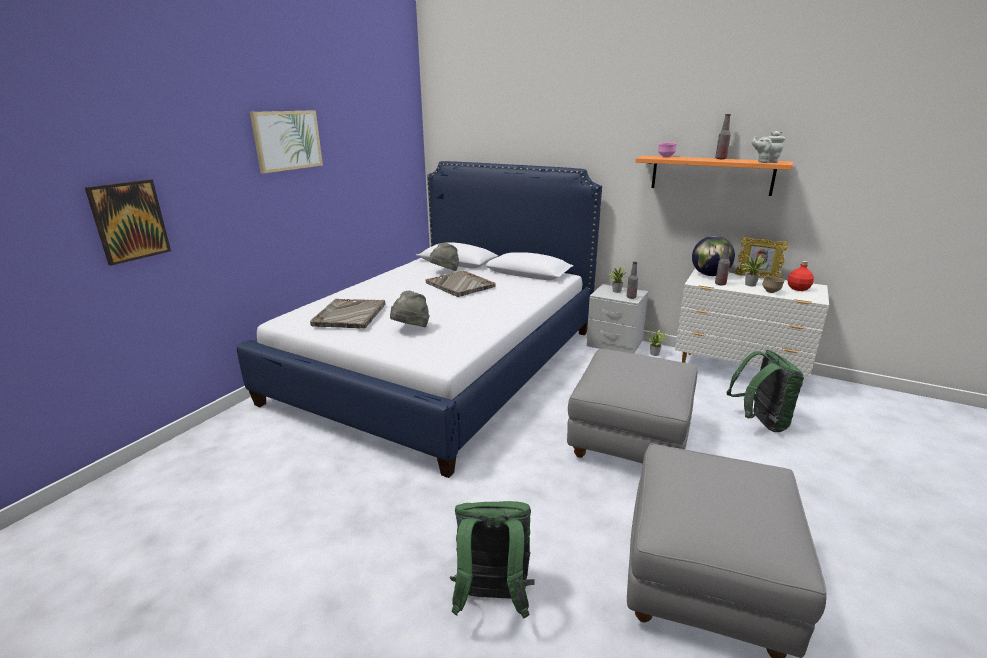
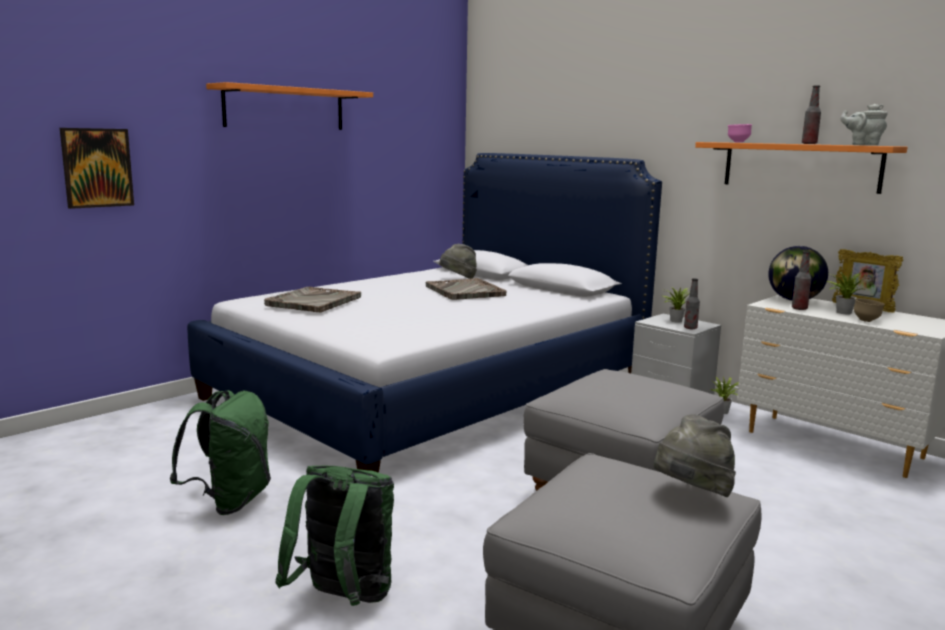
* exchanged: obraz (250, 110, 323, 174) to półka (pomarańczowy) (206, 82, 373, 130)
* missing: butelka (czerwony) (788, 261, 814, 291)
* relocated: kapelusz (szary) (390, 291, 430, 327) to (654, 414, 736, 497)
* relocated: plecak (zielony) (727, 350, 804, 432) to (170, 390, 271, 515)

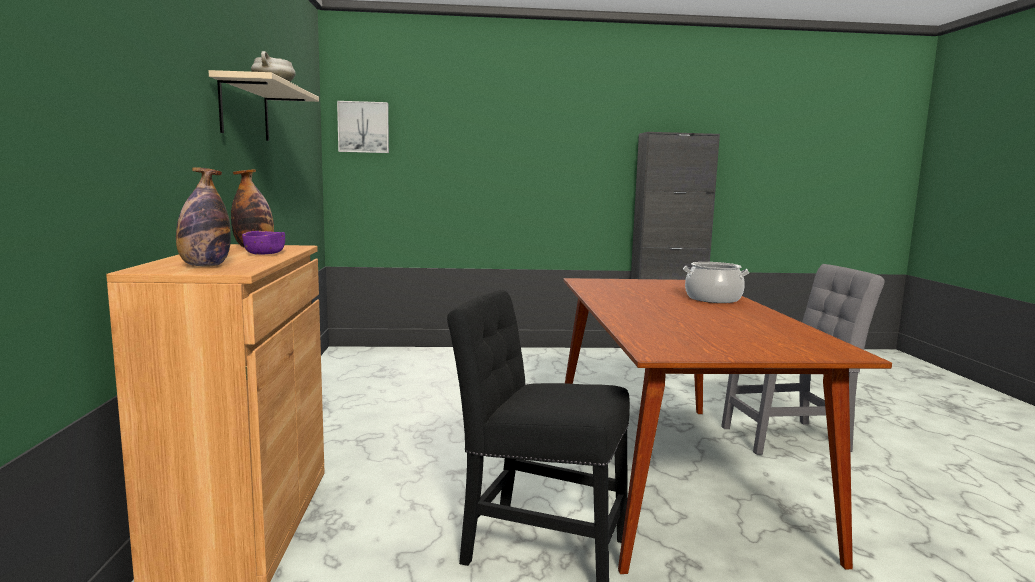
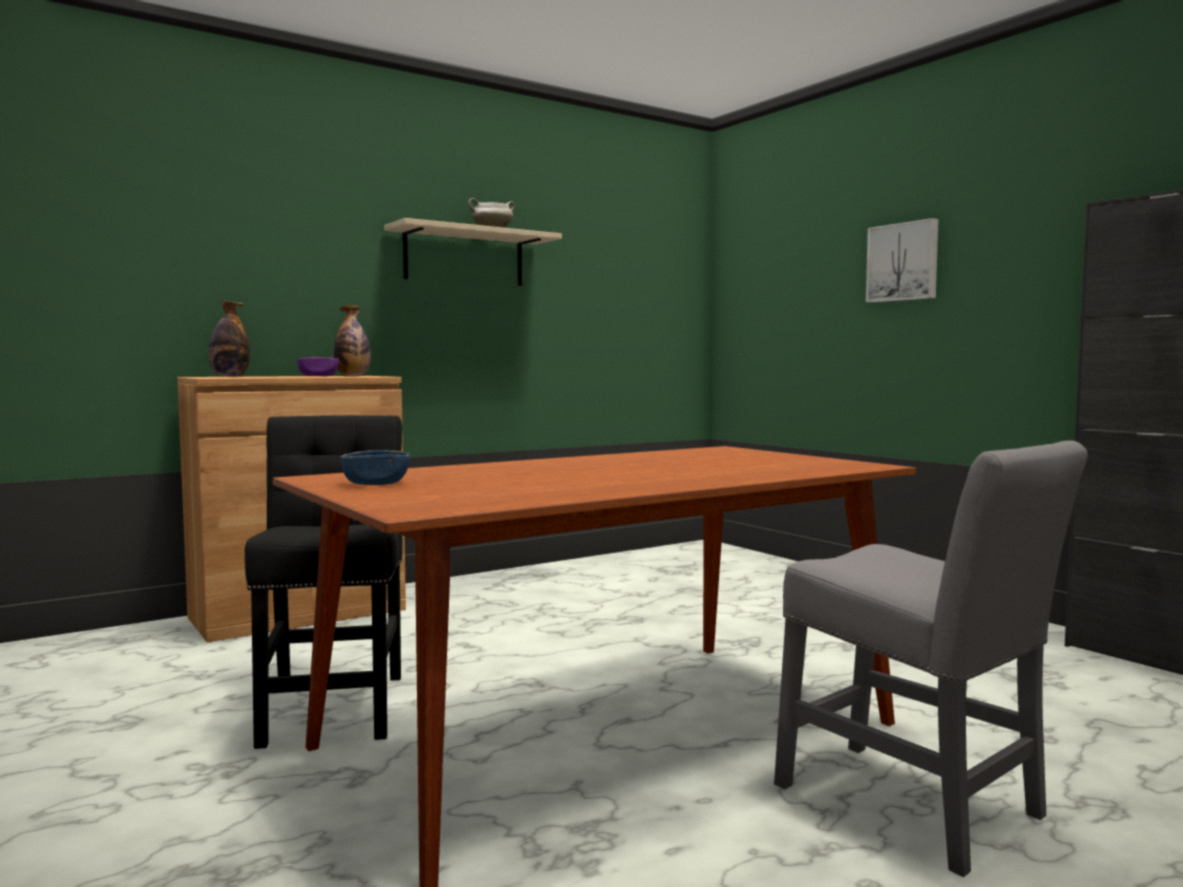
* relocated: obraz (337, 101, 389, 153) to (866, 218, 939, 303)
* missing: garnek (683, 262, 749, 303)
* appeared: miska (niebieski) (341, 450, 410, 485)

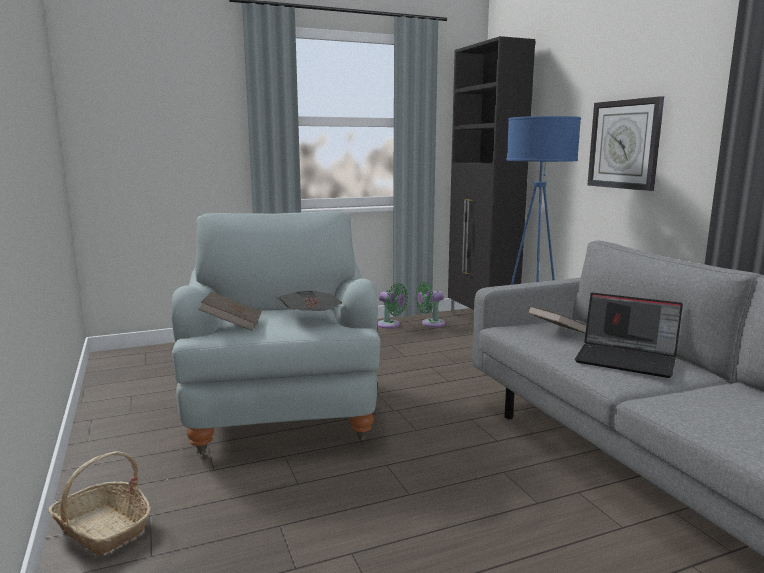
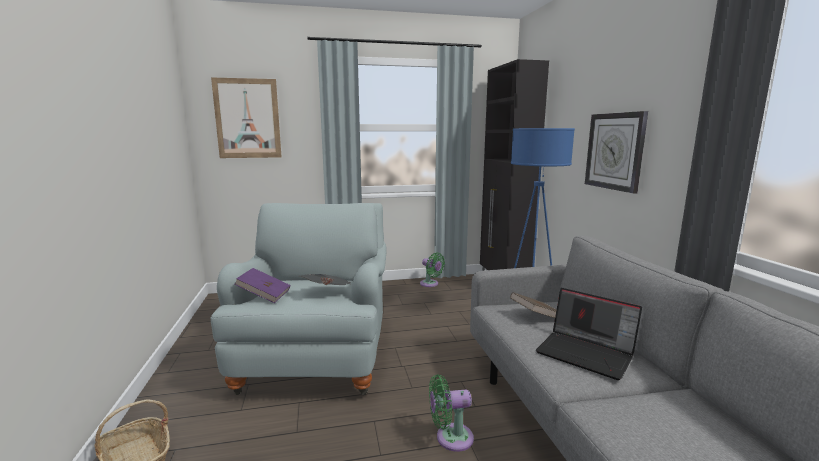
* relocated: wentylator (zielony) (416, 282, 445, 327) to (429, 374, 474, 452)
* colour: książka (brązowy) (198, 291, 262, 331) to książka (fioletowy) (234, 268, 290, 303)
* appeared: obraz (211, 77, 282, 158)

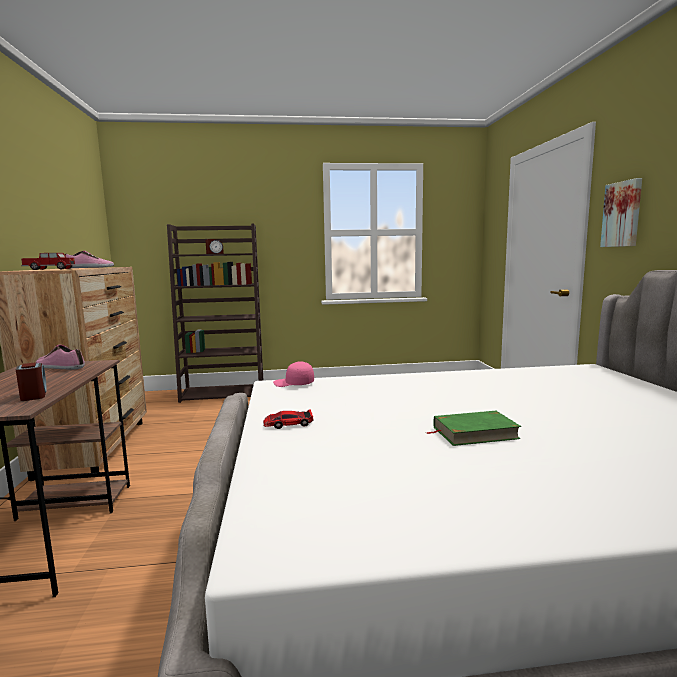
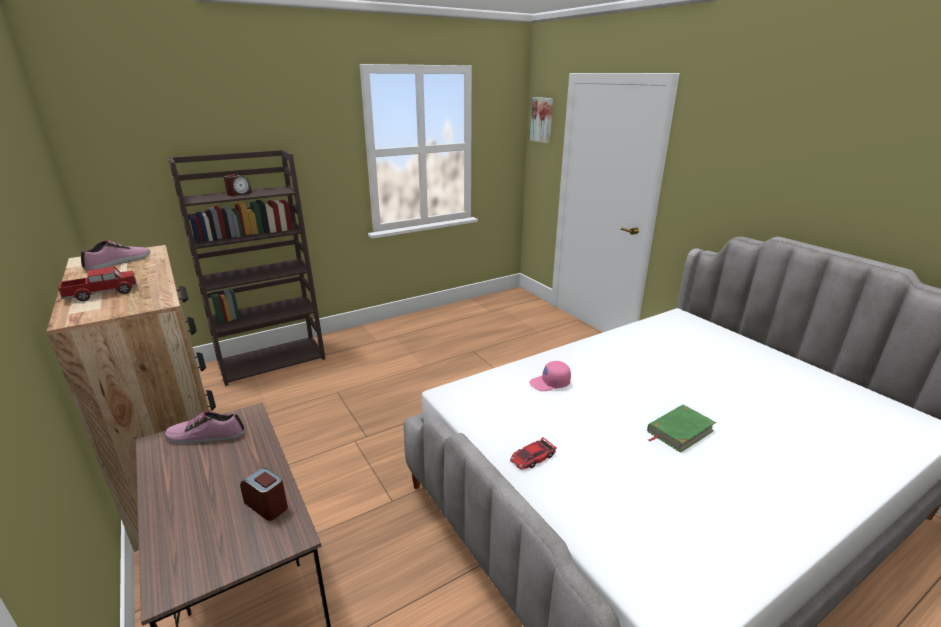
* relocated: obraz (600, 178, 642, 247) to (530, 97, 553, 143)
* relocated: czapka z daszkiem (różowy) (273, 361, 314, 387) to (529, 361, 571, 391)

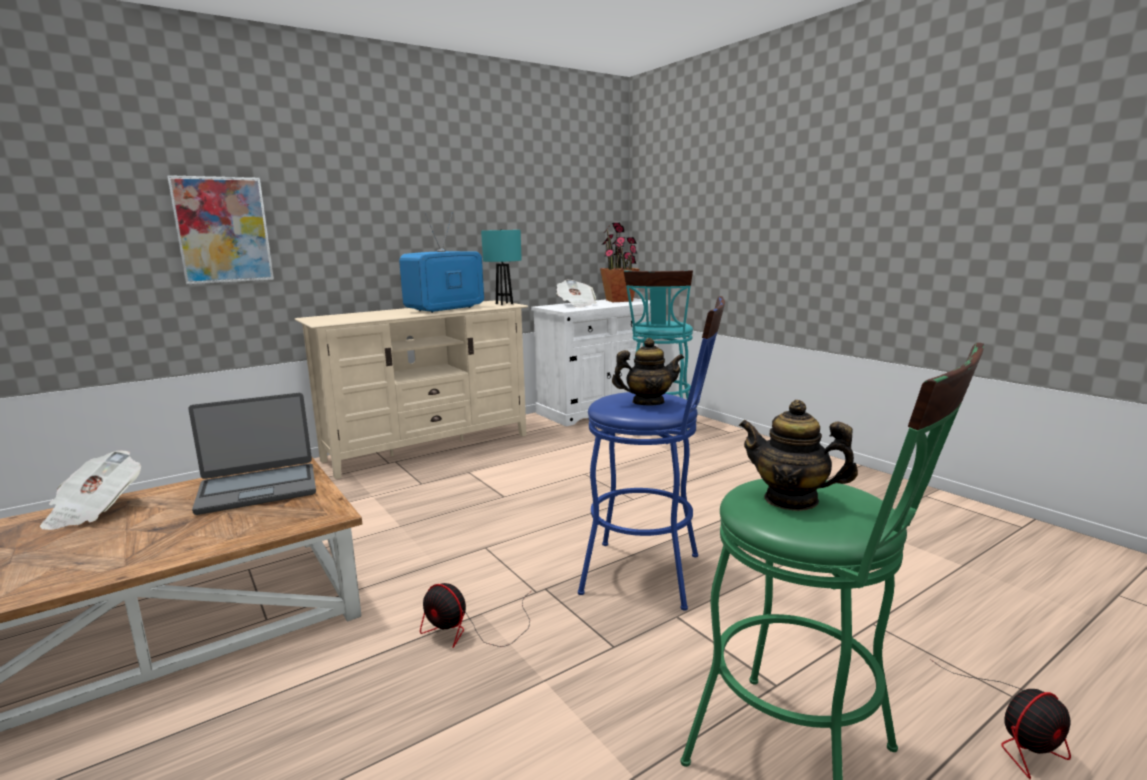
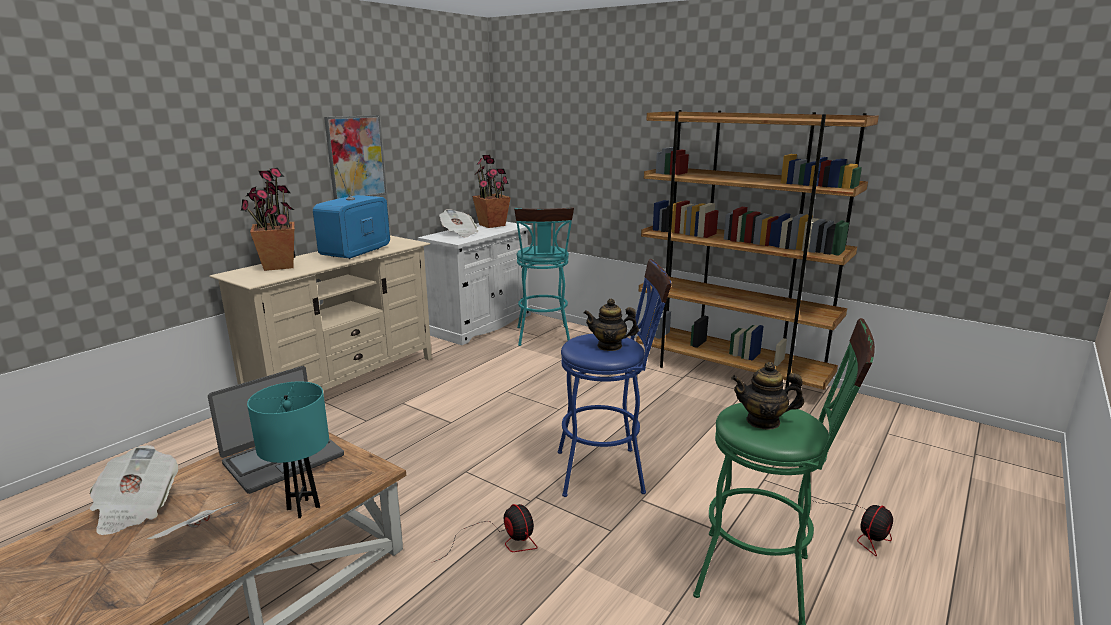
* relocated: obraz (167, 175, 274, 285) to (324, 115, 387, 199)
* relocated: lampa stołowa (turkusowy) (481, 230, 522, 305) to (247, 381, 329, 518)
* spun: imbryk (612, 338, 684, 406) = (584, 299, 639, 351) 150 degrees counterclockwise
* spun: wentylator (420, 583, 531, 648) = (434, 504, 538, 562) 135 degrees counterclockwise
* appeared: regał (brązowy) (636, 110, 879, 396)
* appeared: roślina doniczkowa (241, 168, 296, 271)
* appeared: gazeta (147, 502, 239, 539)

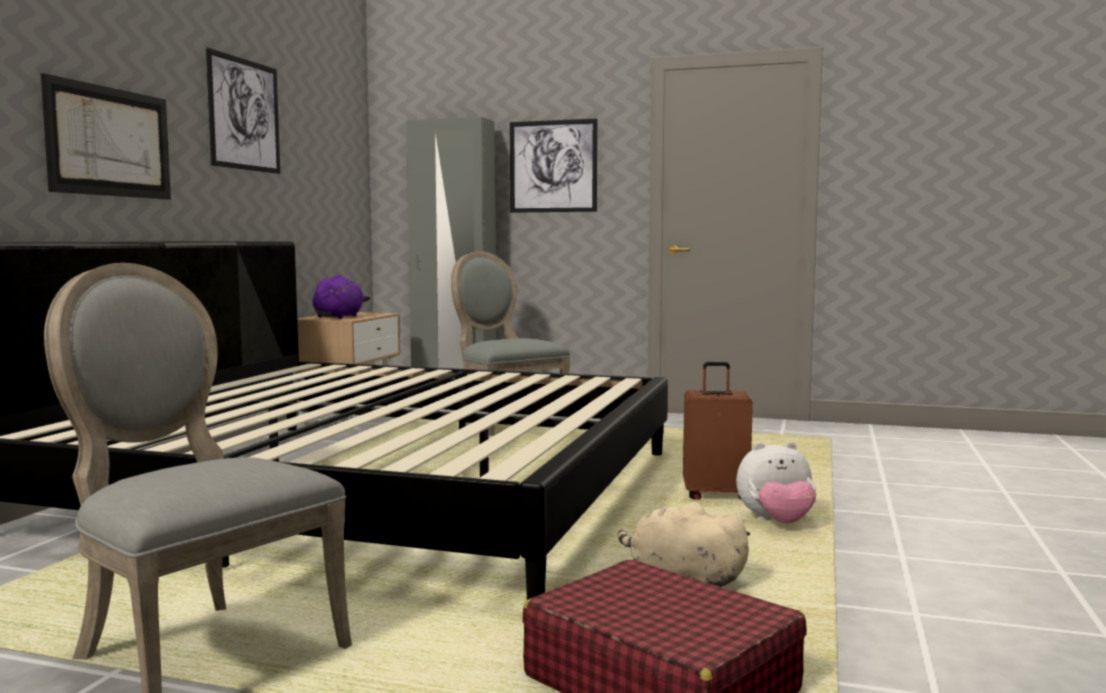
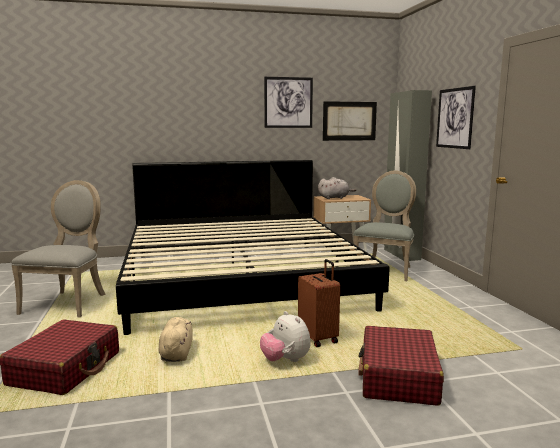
* relocated: obraz (41, 73, 171, 199) to (323, 101, 377, 141)
* colour: pluszak (fioletowy) (313, 274, 370, 319) to pluszak (szary) (318, 177, 356, 199)
* appeared: walizka (czerwony) (358, 326, 444, 406)

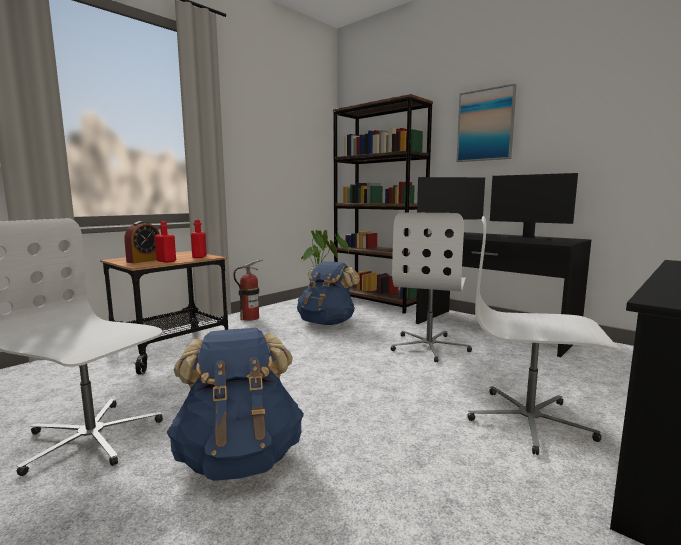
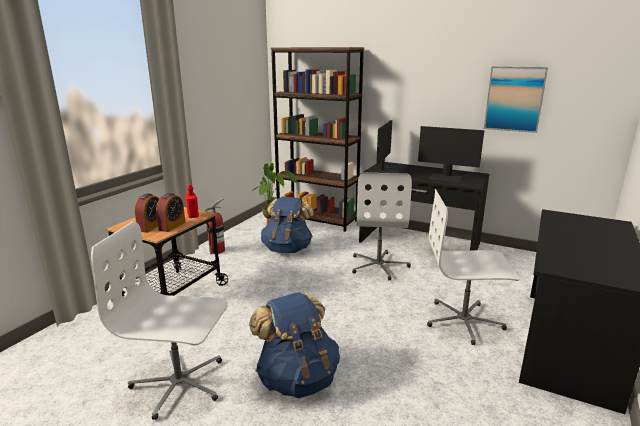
* relocated: obraz (456, 84, 517, 162) to (484, 66, 548, 133)
* spun: monitor (417, 177, 485, 237) = (376, 120, 400, 173) 45 degrees counterclockwise
* exchanged: butelka (czerwony) (154, 221, 176, 263) to budzik (156, 193, 185, 232)

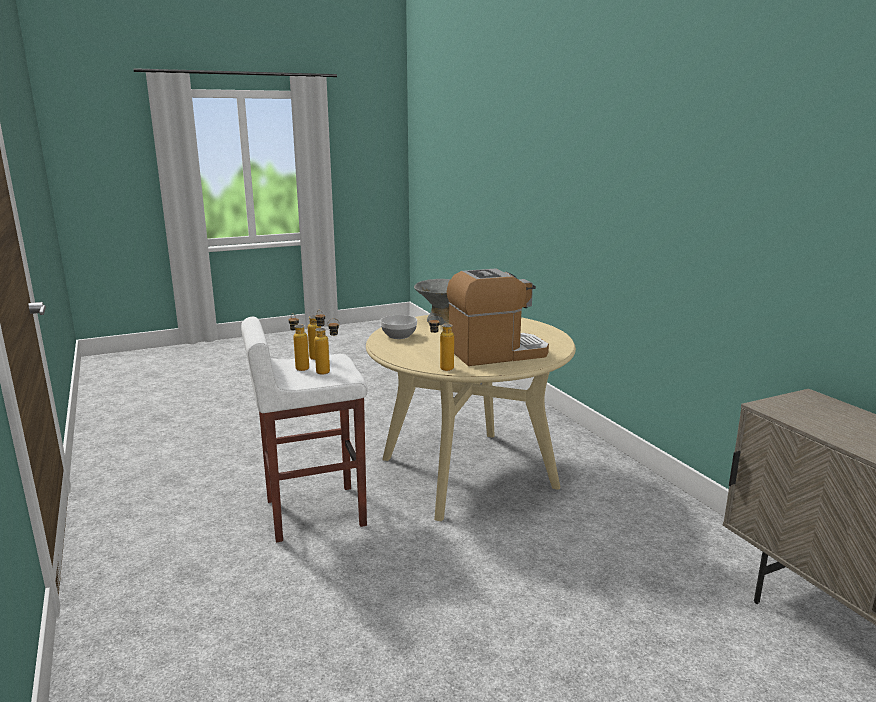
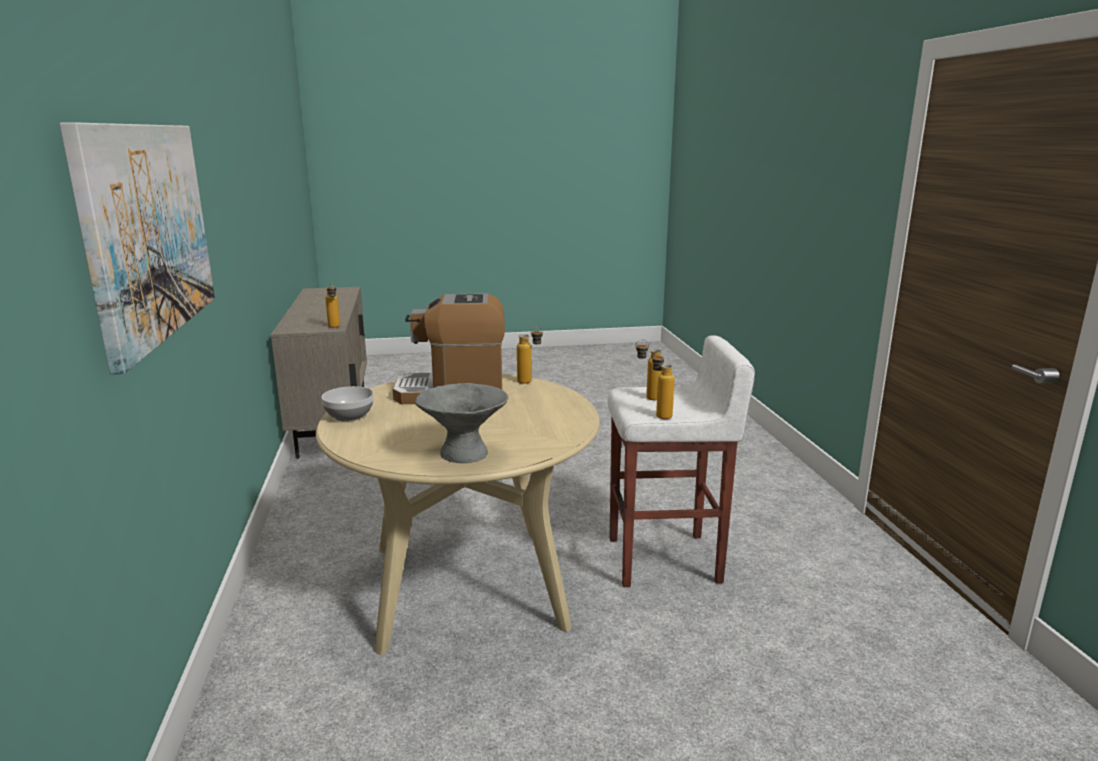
* relocated: butelka (289, 313, 309, 371) to (325, 283, 340, 328)
* relocated: miska (380, 315, 417, 339) to (321, 386, 374, 422)
* appeared: obraz (60, 122, 215, 375)

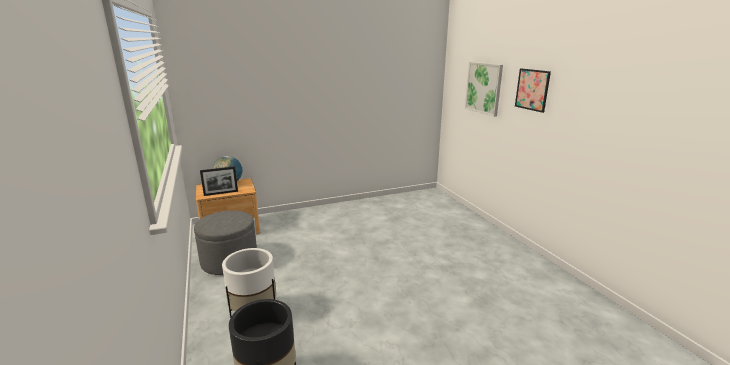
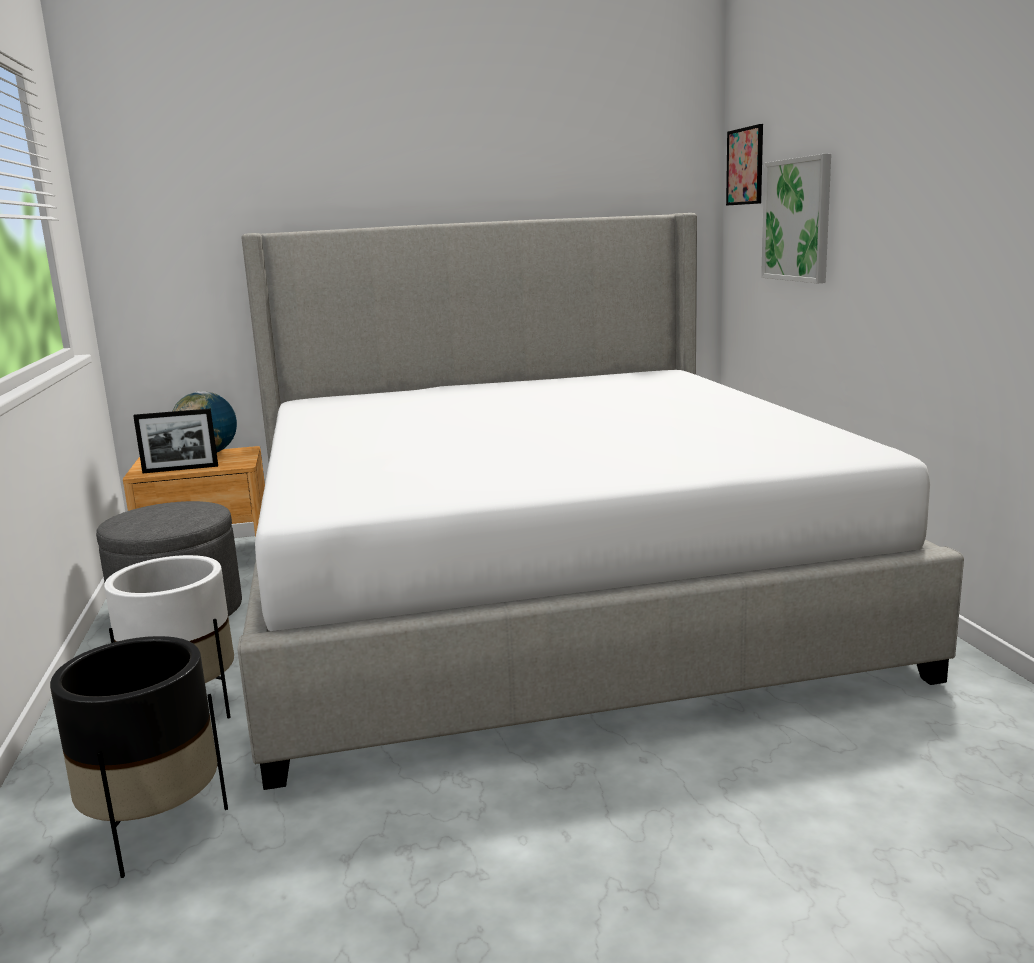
* relocated: obraz (515, 69, 551, 113) to (726, 124, 763, 206)
* appeared: łóżko (238, 213, 964, 790)

